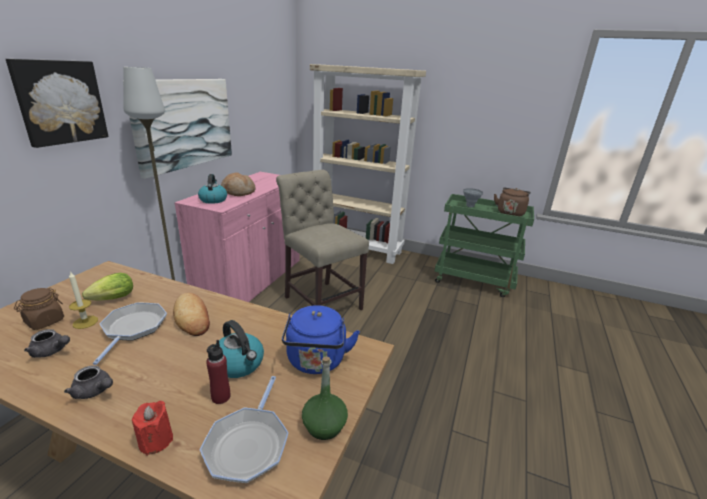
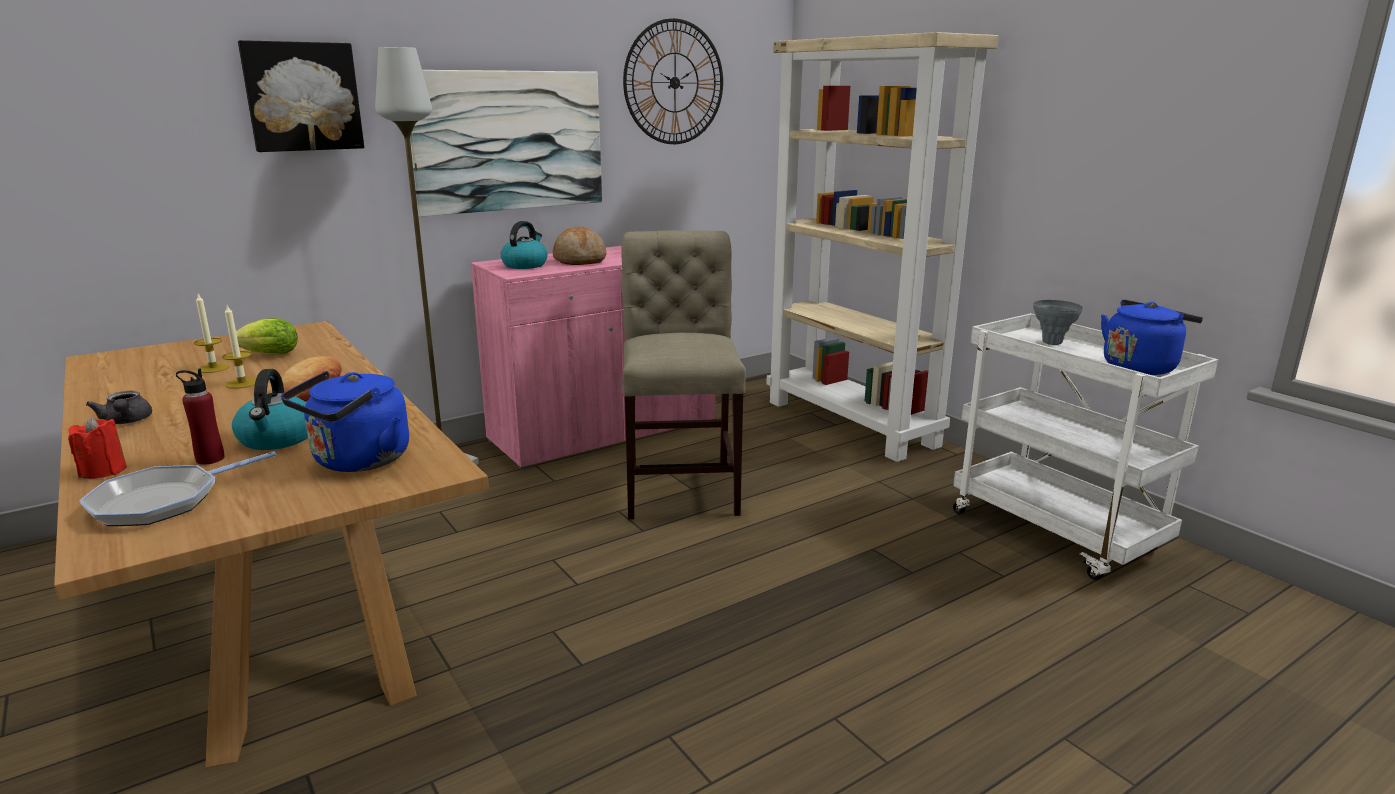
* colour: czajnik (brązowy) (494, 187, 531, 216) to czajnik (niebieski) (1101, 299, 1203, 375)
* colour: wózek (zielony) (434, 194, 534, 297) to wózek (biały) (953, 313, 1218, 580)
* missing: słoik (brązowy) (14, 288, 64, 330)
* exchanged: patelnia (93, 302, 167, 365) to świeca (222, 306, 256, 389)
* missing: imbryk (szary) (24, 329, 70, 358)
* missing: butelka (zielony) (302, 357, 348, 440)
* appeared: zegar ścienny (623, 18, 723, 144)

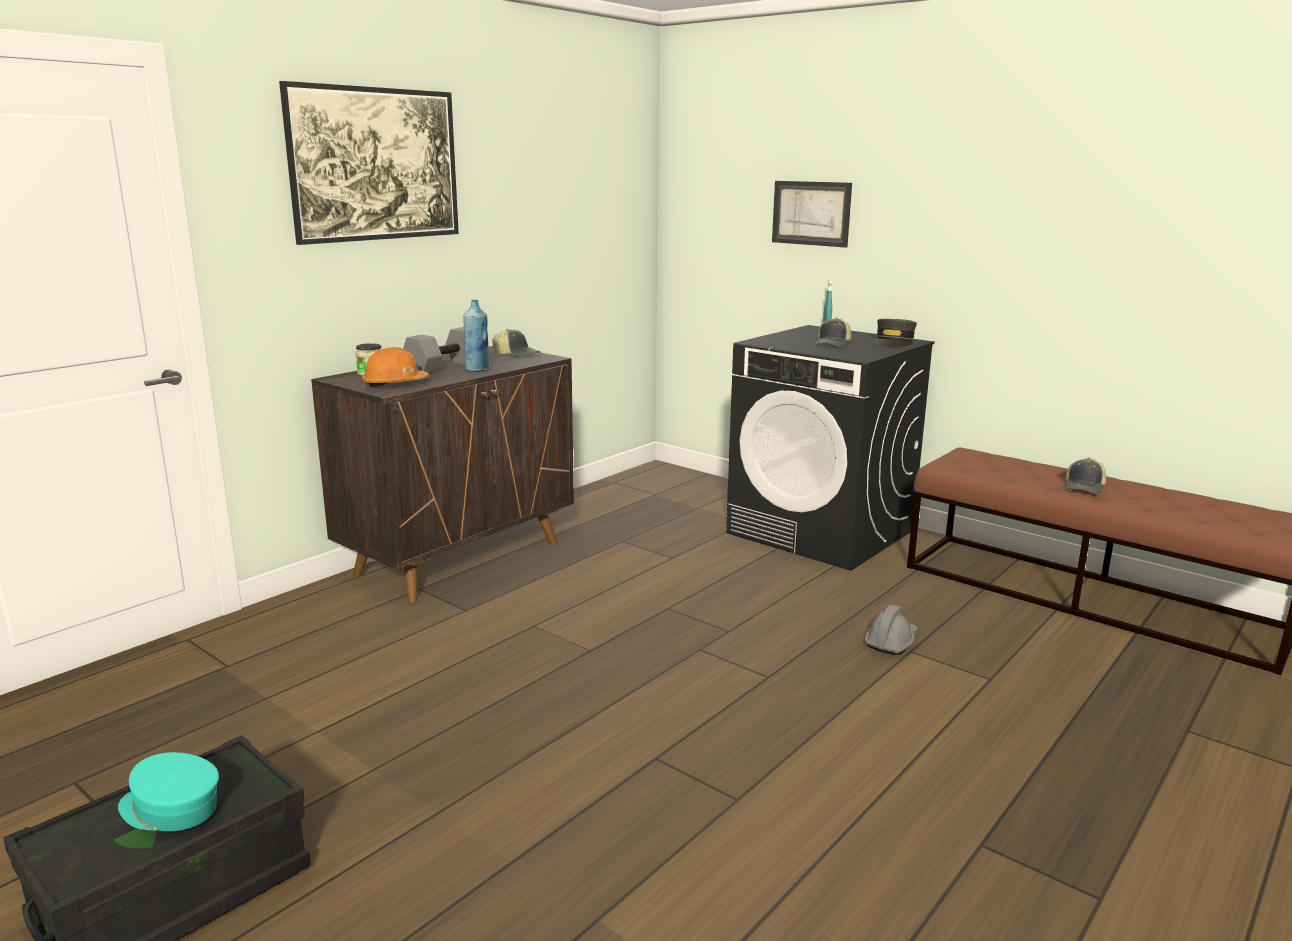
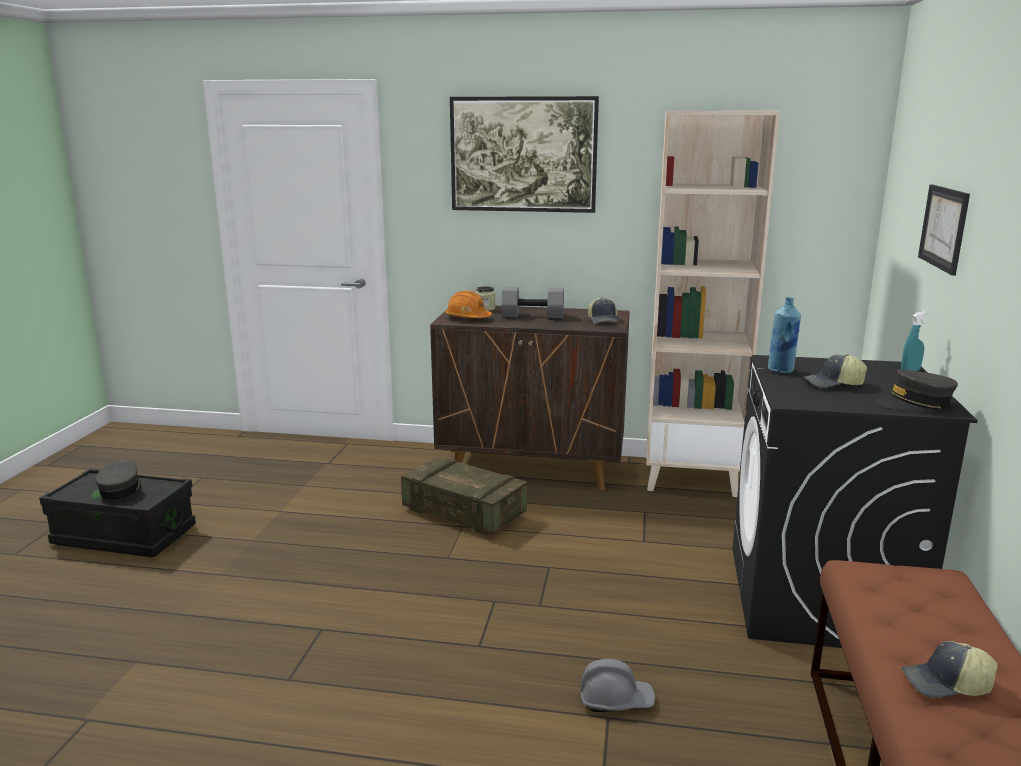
* relocated: butelka (niebieski) (463, 300, 489, 372) to (768, 298, 801, 373)
* colour: czapka z daszkiem (turkusowy) (118, 752, 219, 832) to czapka z daszkiem (szary) (95, 461, 142, 500)
* appeared: regał (beżowy) (646, 111, 780, 497)
* appeared: skrzynka (401, 457, 527, 536)

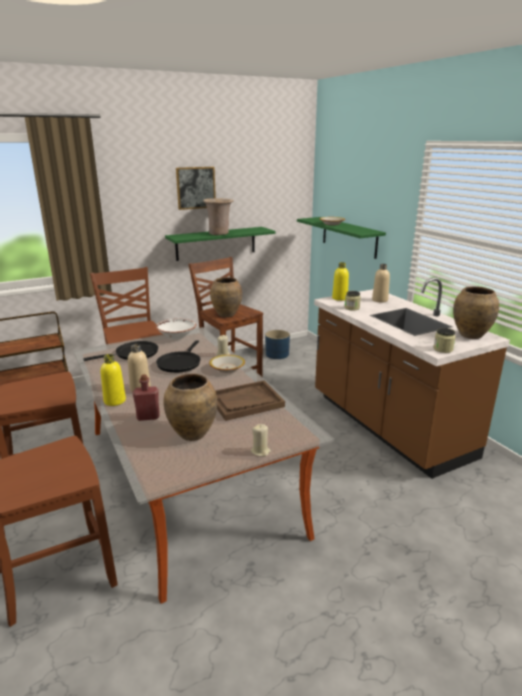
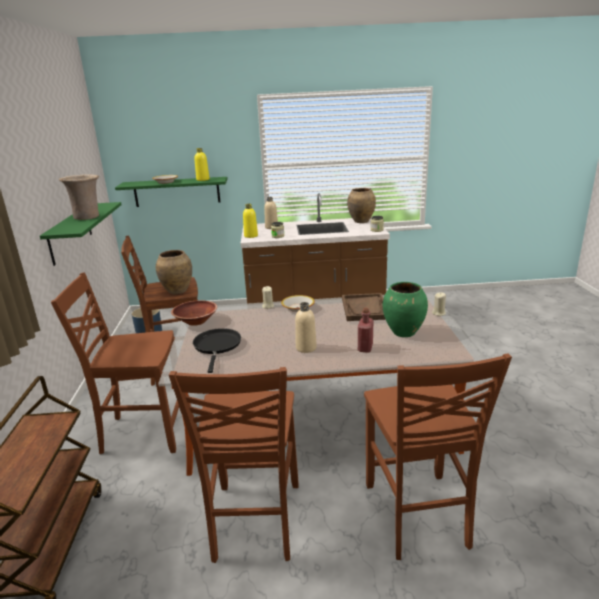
* missing: obraz (176, 167, 216, 210)
* colour: miska (biały) (155, 319, 196, 340) to miska (brązowy) (171, 300, 217, 326)
* missing: patelnia (czarny) (156, 340, 200, 373)
* relocated: butelka (żółty) (101, 354, 126, 406) to (194, 148, 210, 181)
* colour: wazon (brązowy) (163, 373, 217, 441) to wazon (zielony) (383, 282, 428, 337)

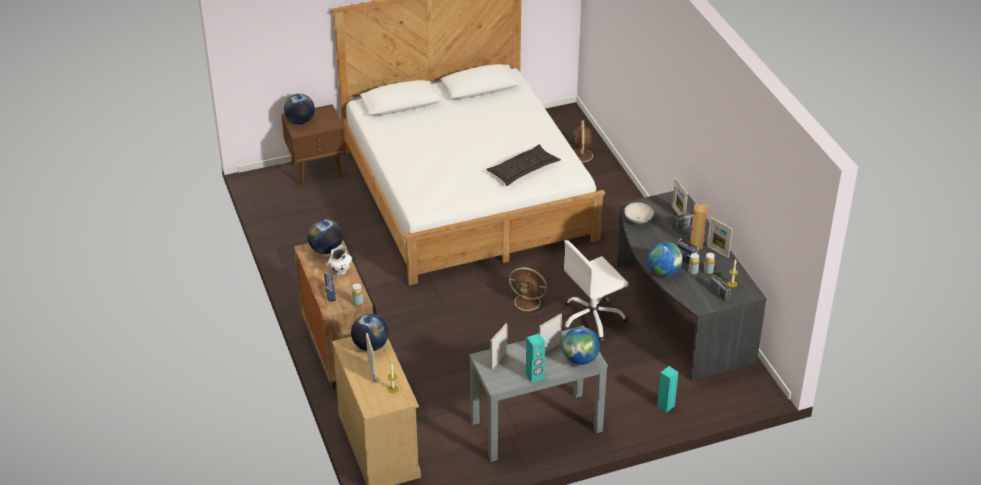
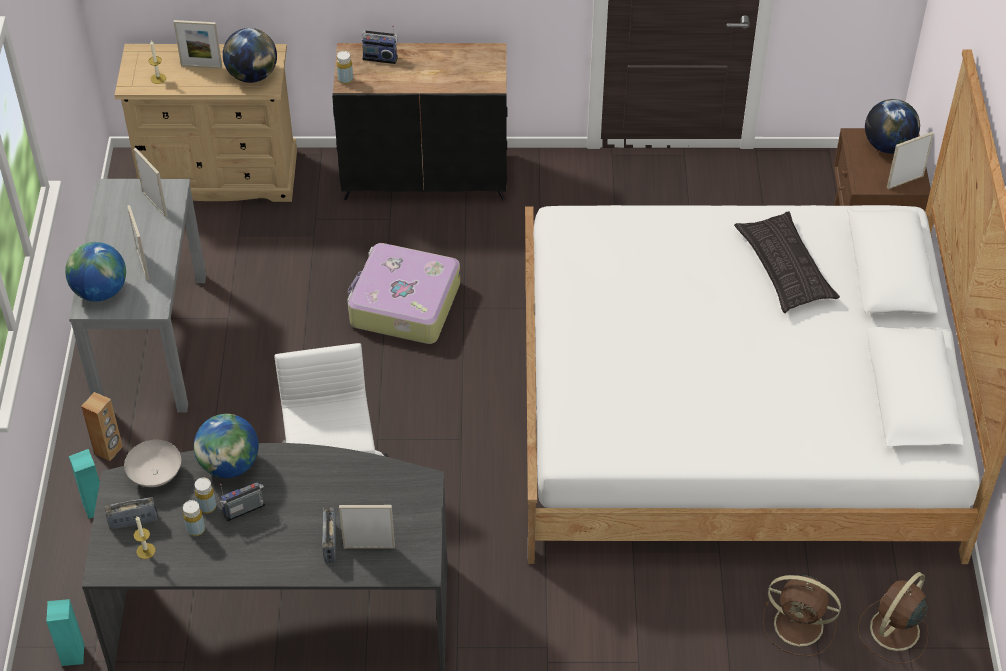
* relocated: poduszka (487, 144, 561, 186) to (734, 212, 840, 313)
* relocated: miska (biały) (624, 202, 654, 224) to (124, 440, 181, 487)
* relocated: głośnik (brązowy) (690, 204, 707, 249) to (81, 392, 123, 461)
* relocated: ramka na zdjęcie (707, 217, 733, 258) to (887, 132, 934, 189)
* missing: globus (308, 219, 343, 254)
* missing: wazon (biały) (326, 244, 352, 275)
* relocated: wentylator (brązowy) (508, 267, 548, 315) to (858, 572, 928, 664)
* relocated: głośnik (turkusowy) (526, 333, 545, 383) to (46, 599, 84, 666)
* appeared: walizka (347, 243, 460, 344)

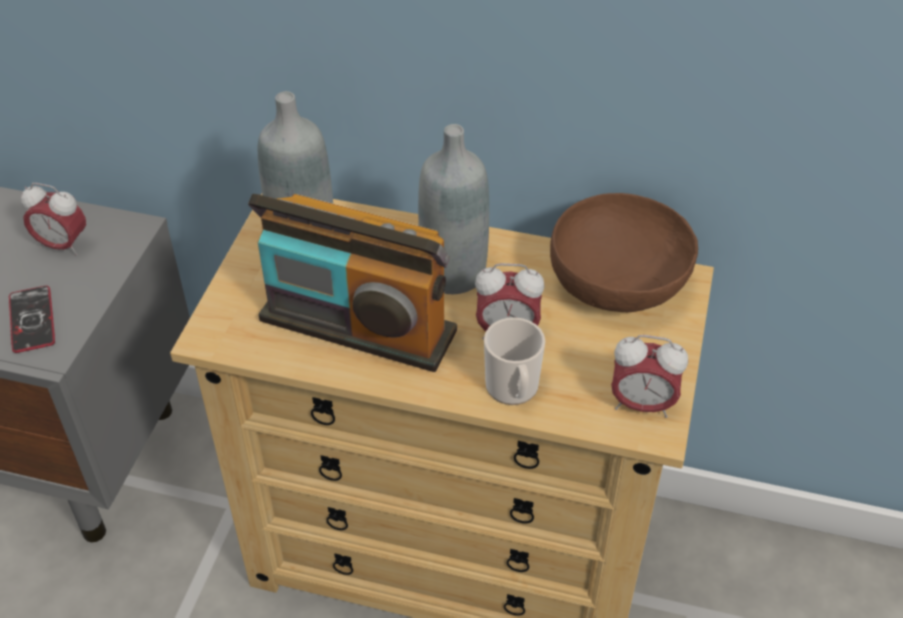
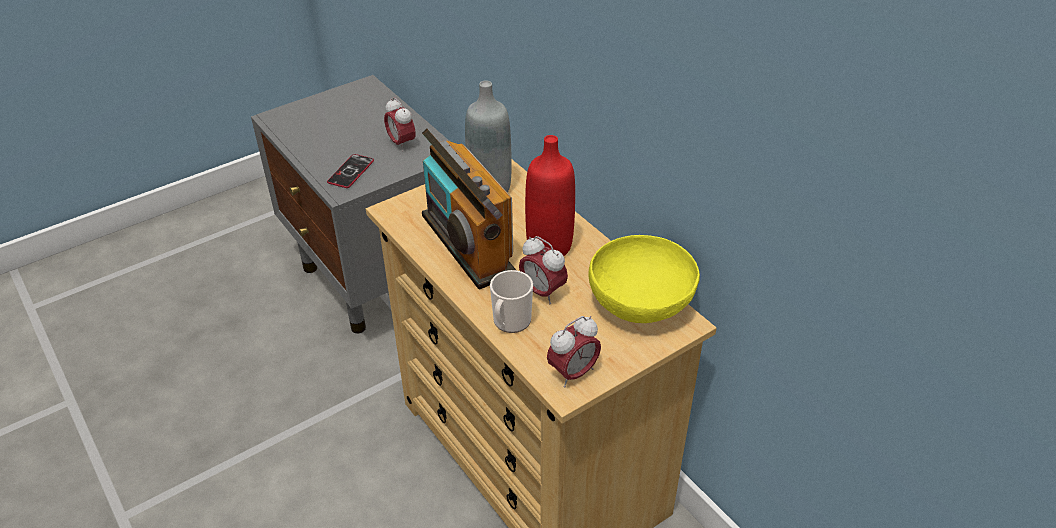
* colour: butelka (szary) (418, 124, 489, 294) to butelka (czerwony) (525, 135, 575, 256)
* colour: miska (brązowy) (550, 193, 698, 312) to miska (żółty) (588, 235, 700, 323)
* spun: budzik (611, 335, 688, 418) = (547, 316, 601, 388) 90 degrees counterclockwise

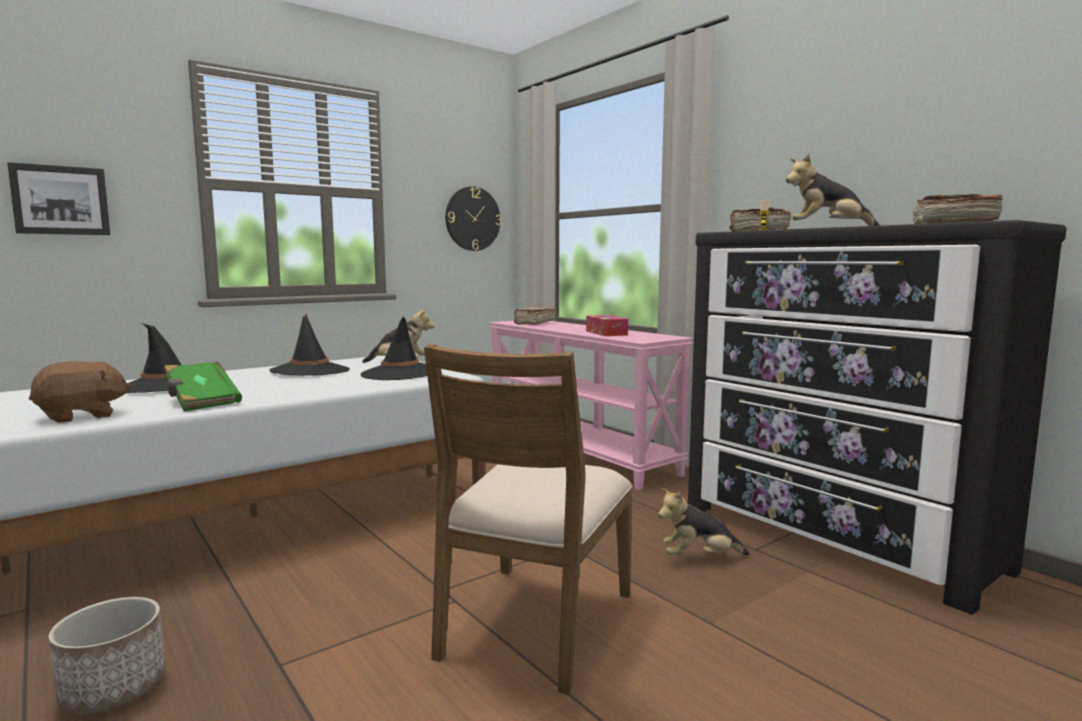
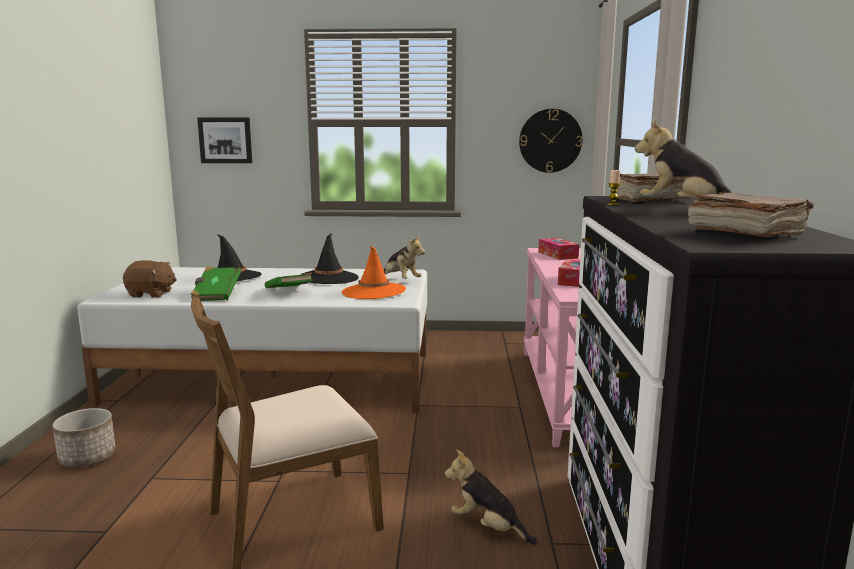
* exchanged: książka (brązowy) (514, 307, 556, 325) to pudełko chusteczek (538, 238, 579, 260)
* colour: kapelusz (czarny) (360, 317, 427, 380) to kapelusz (pomarańczowy) (341, 246, 406, 299)
* appeared: książka (zielony) (265, 272, 313, 288)

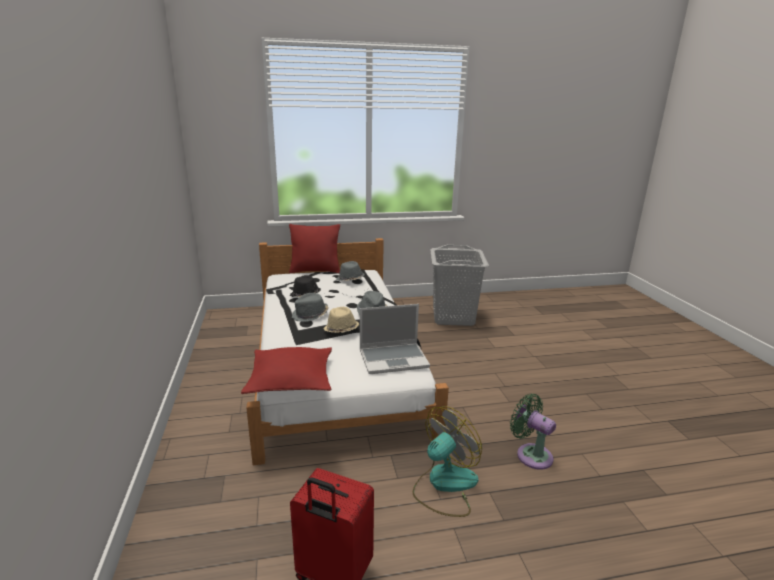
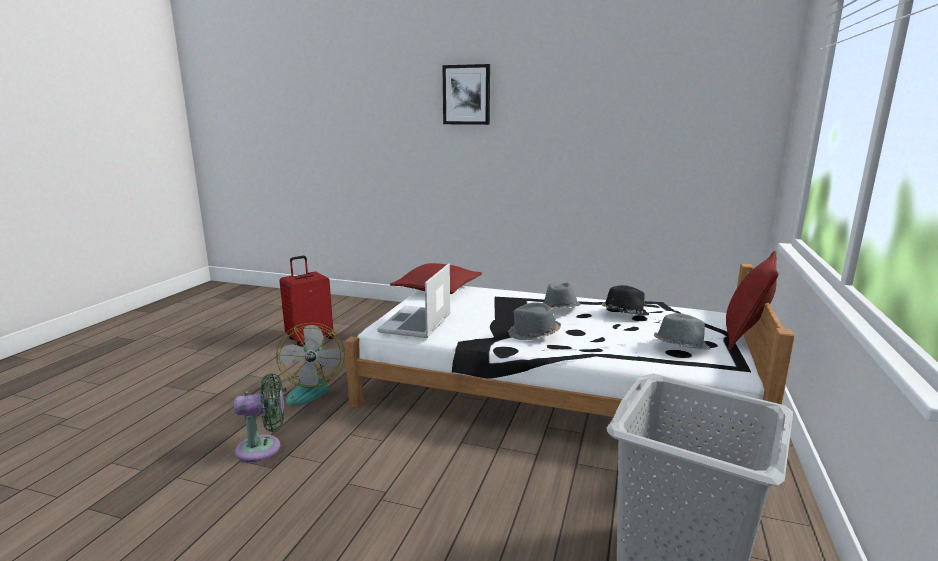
* missing: kapelusz (beżowy) (323, 307, 359, 333)
* appeared: obraz (442, 64, 490, 125)

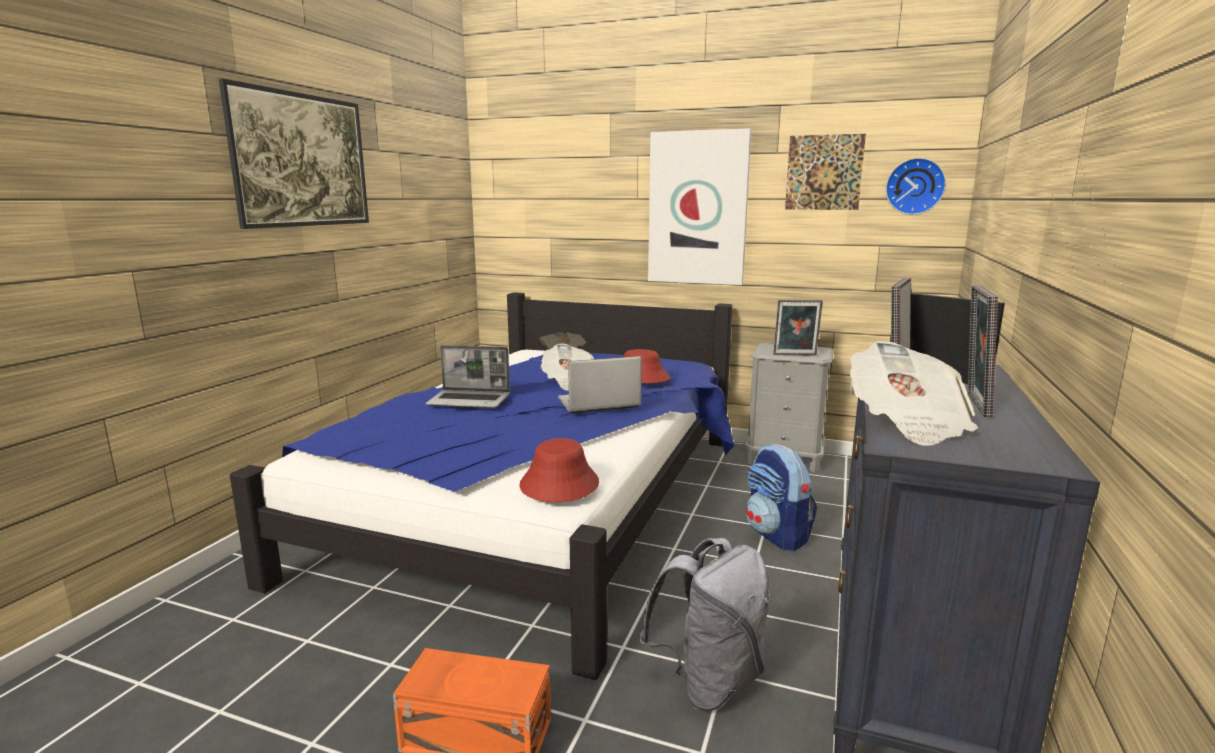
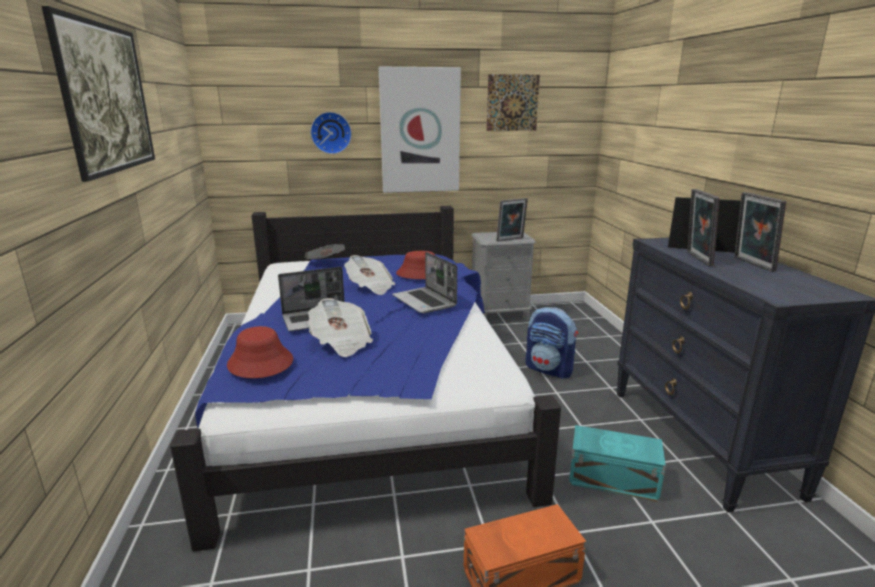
* relocated: zegar ścienny (885, 158, 946, 215) to (310, 112, 352, 154)
* relocated: gazeta (850, 341, 978, 446) to (308, 298, 373, 357)
* spun: laptop (558, 356, 642, 413) = (392, 252, 457, 313) 75 degrees counterclockwise
* relocated: kapelusz (czerwony) (519, 438, 599, 502) to (227, 326, 293, 378)
* exchanged: plecak (szary) (639, 538, 770, 711) to pojemnik do przechowywania (turkusowy) (569, 425, 666, 502)

